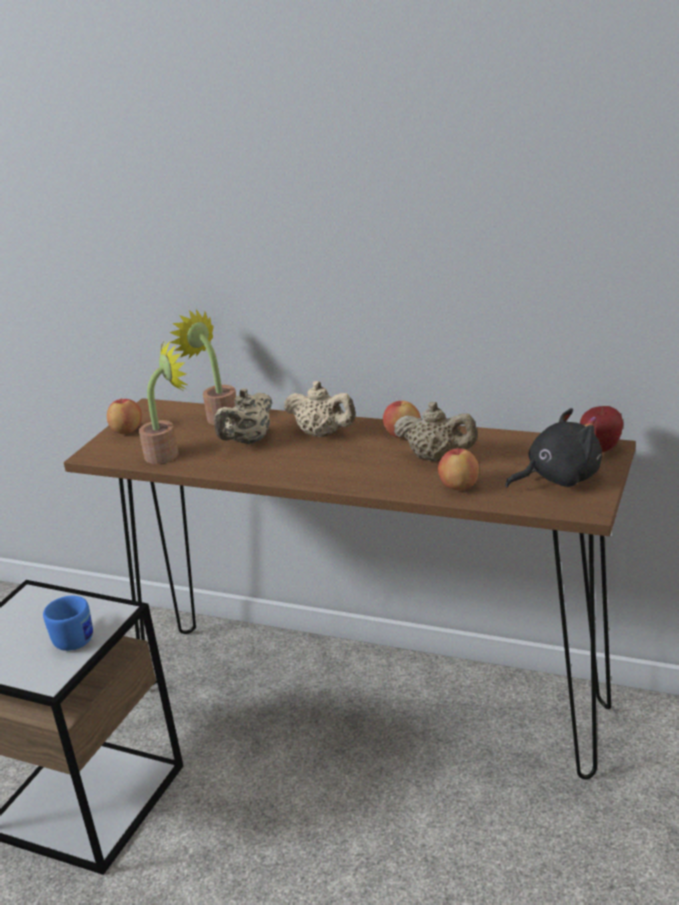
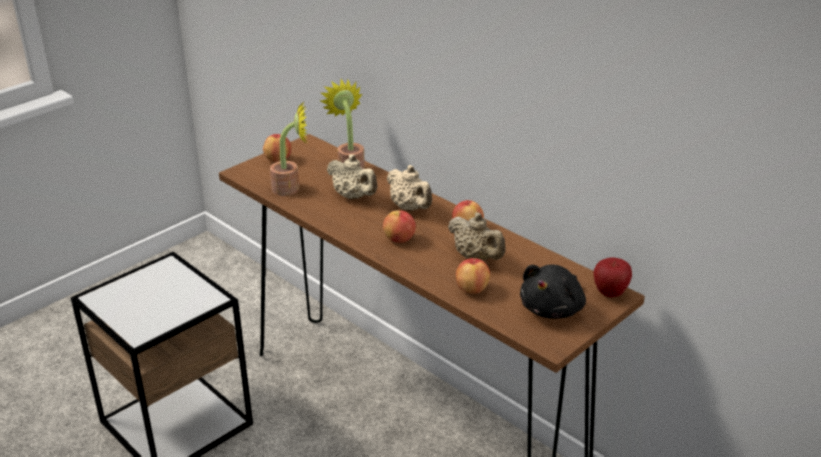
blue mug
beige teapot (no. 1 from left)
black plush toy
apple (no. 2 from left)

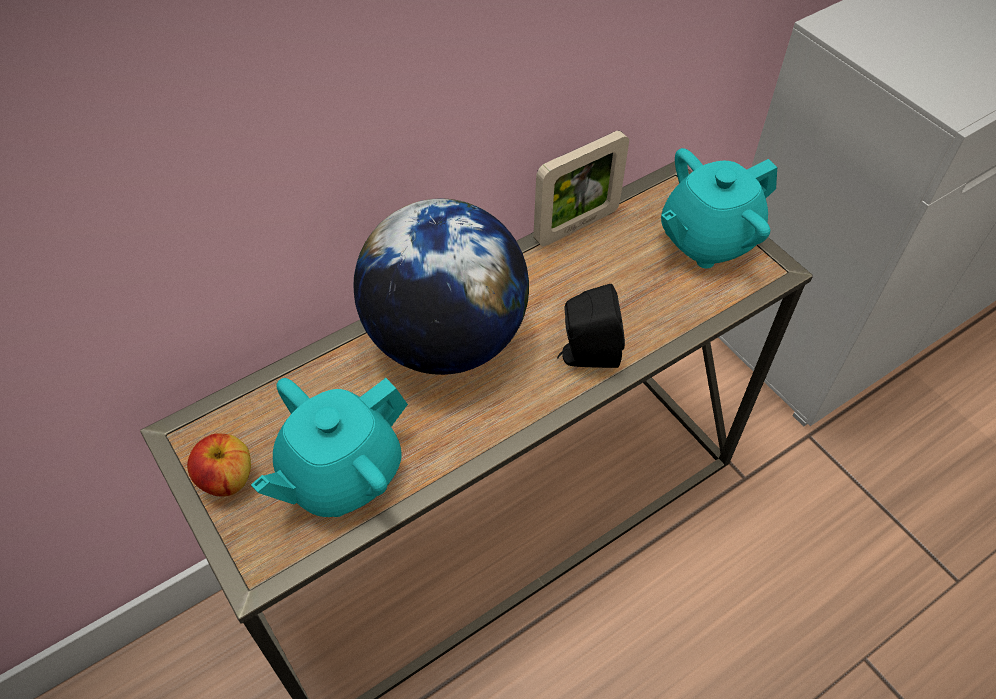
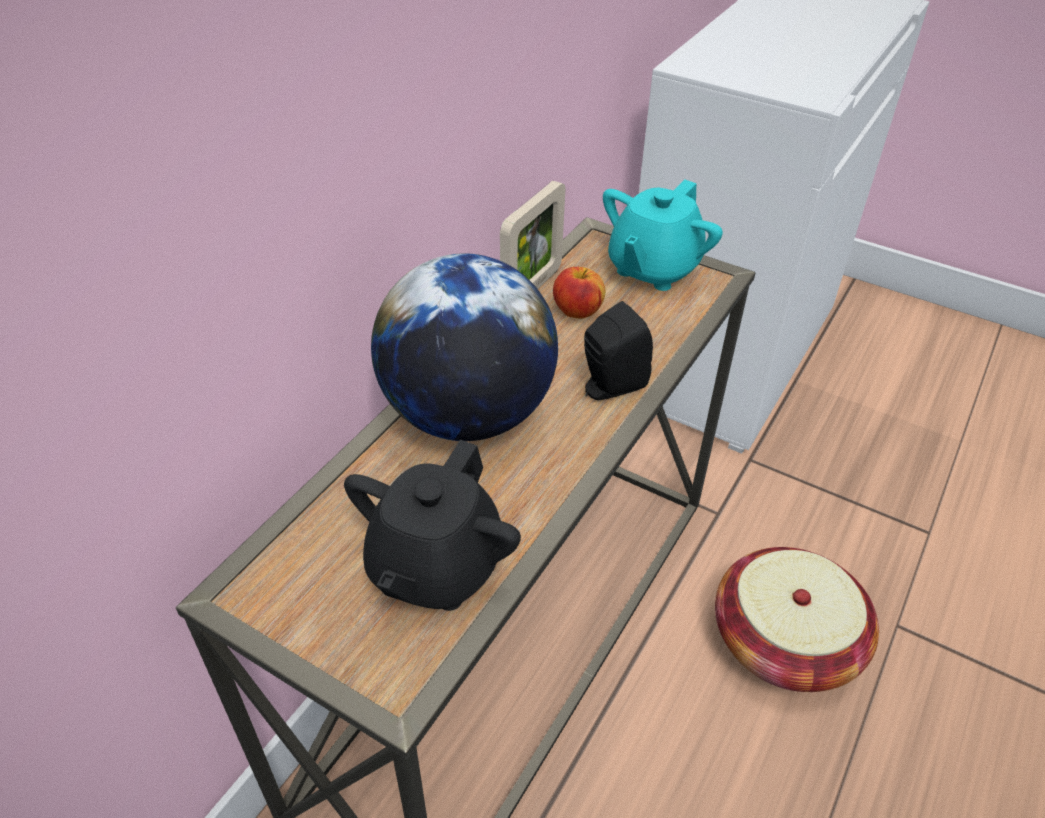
apple
black teapot
basket

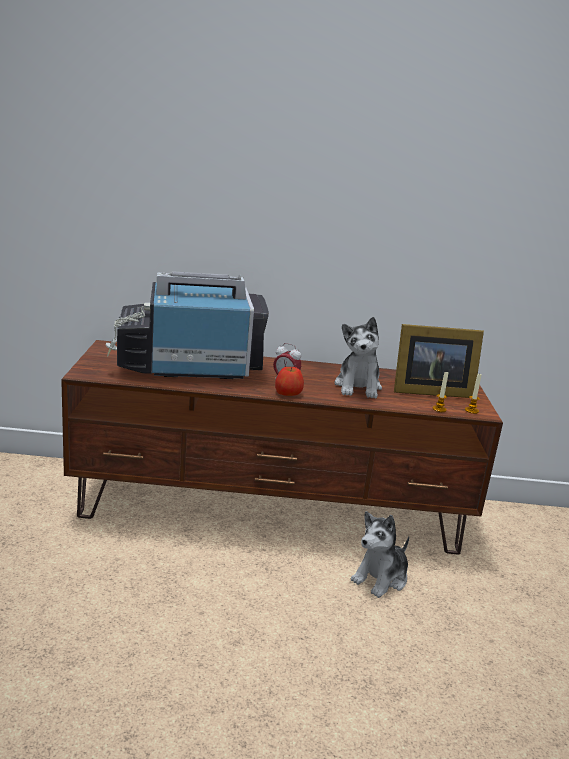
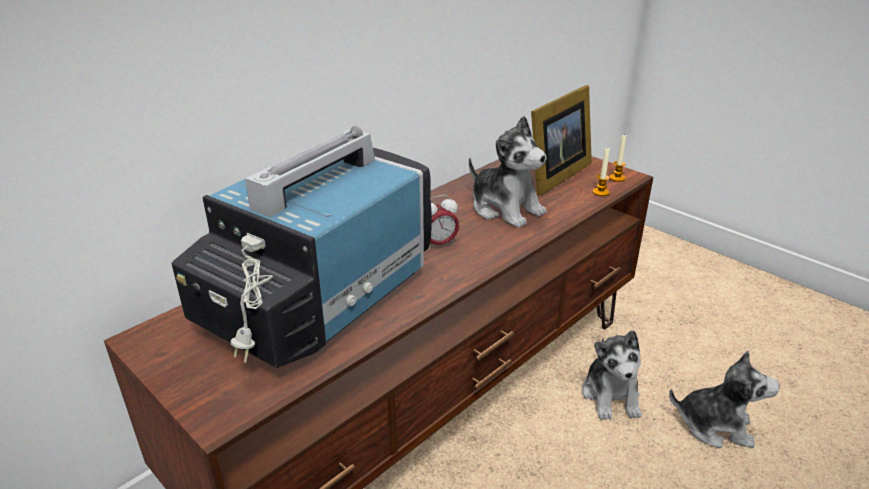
apple
plush toy (no. 3 from left)

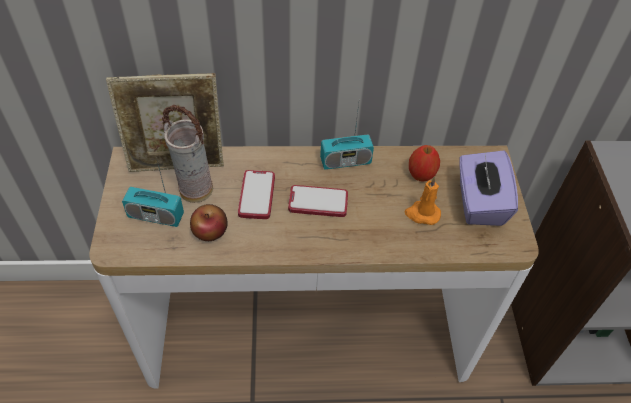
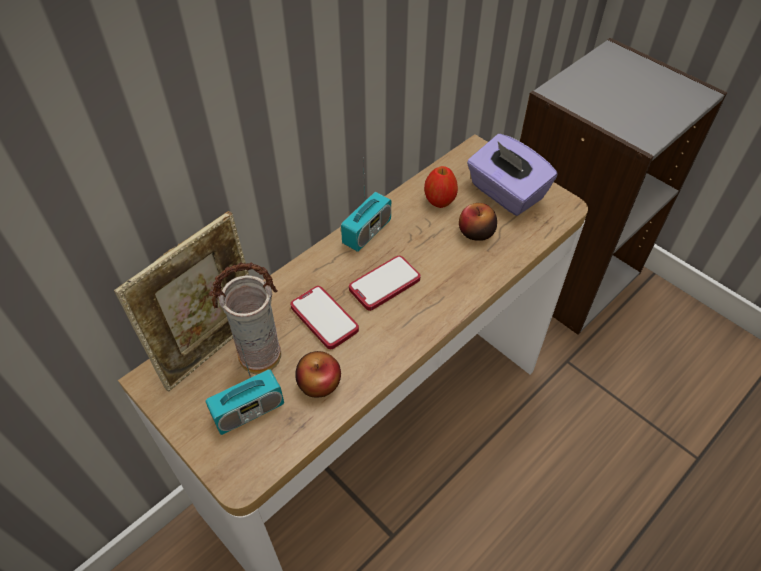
apple (no. 3 from left)

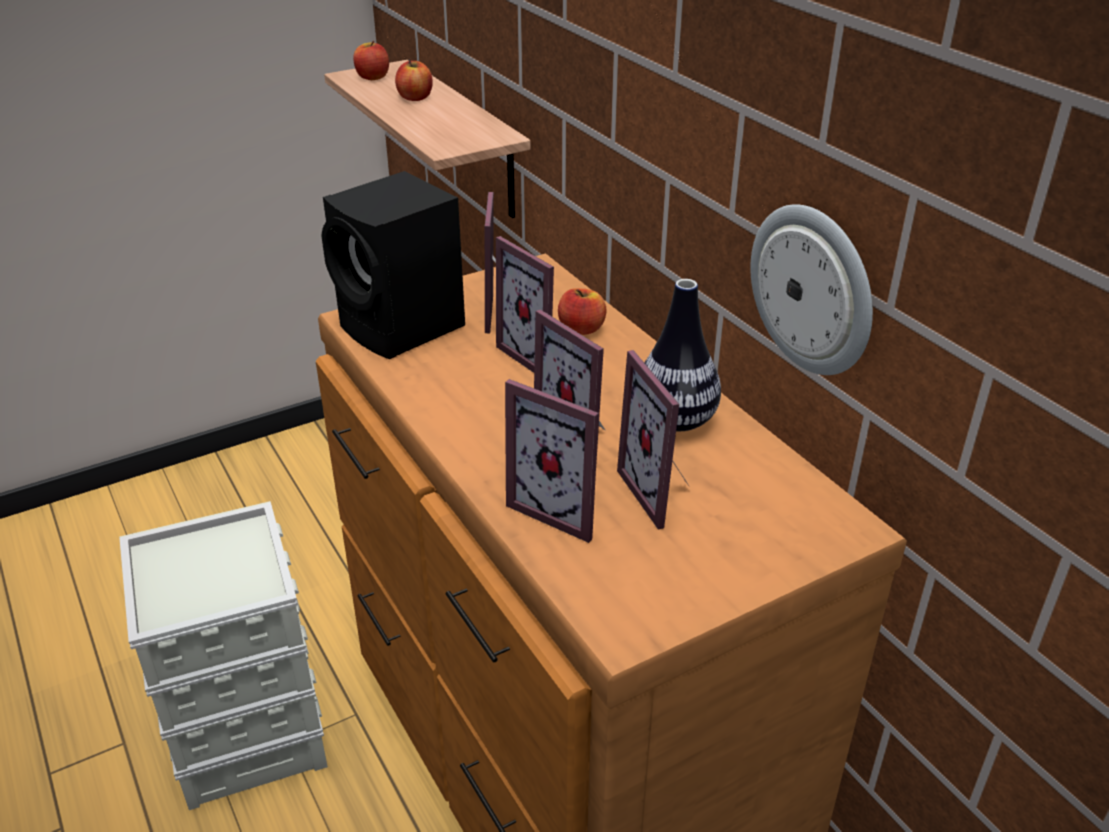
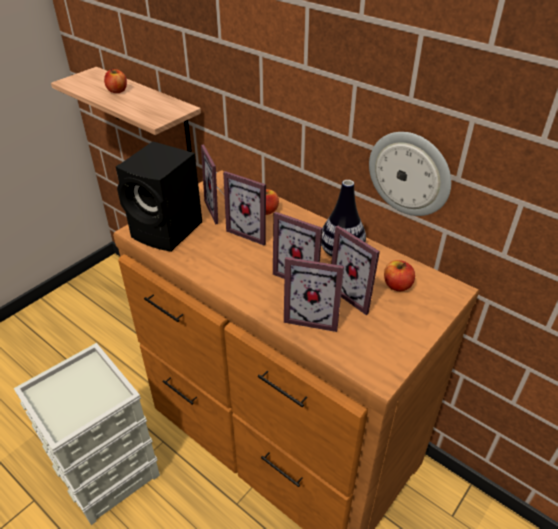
apple (no. 3 from left)

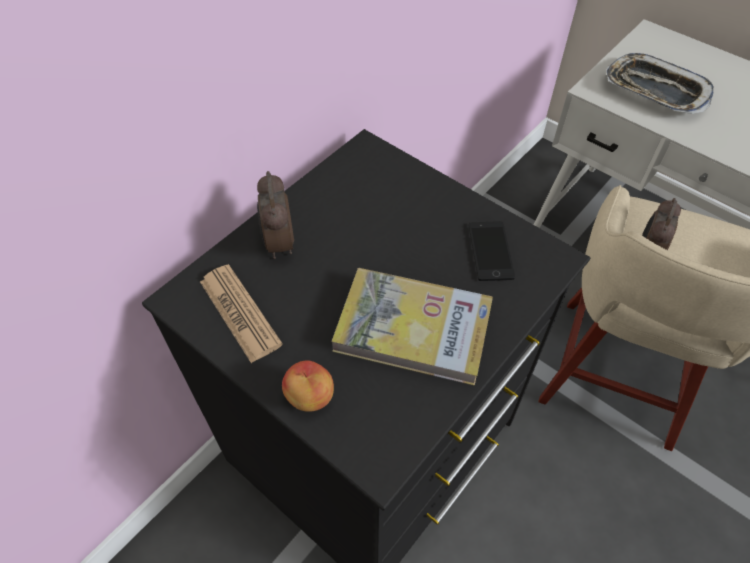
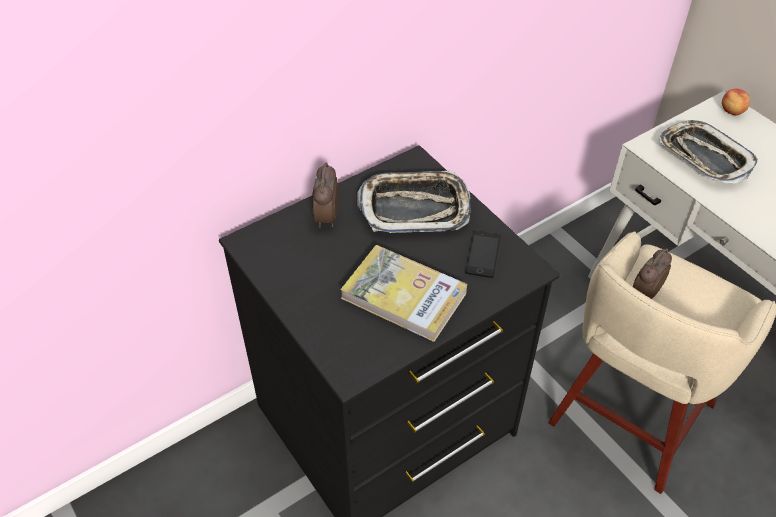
newspaper
apple
tray (no. 1 from left)

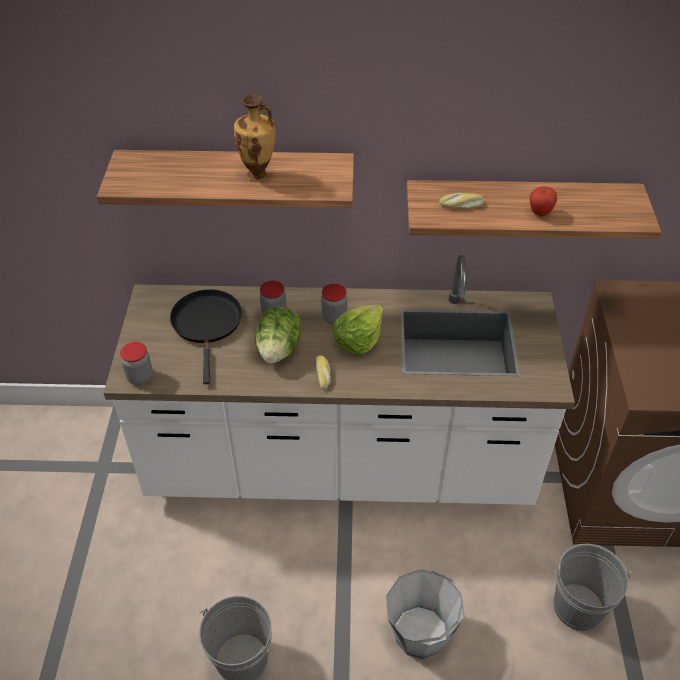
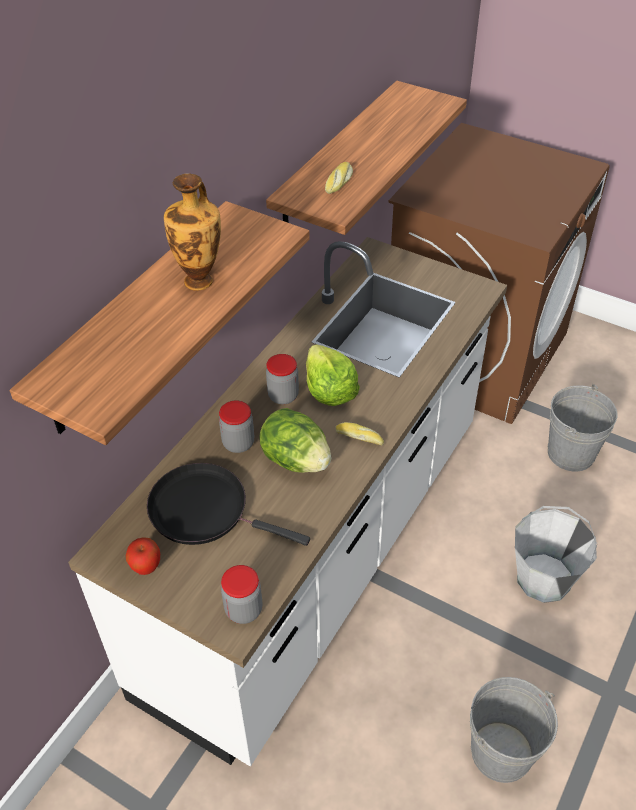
apple

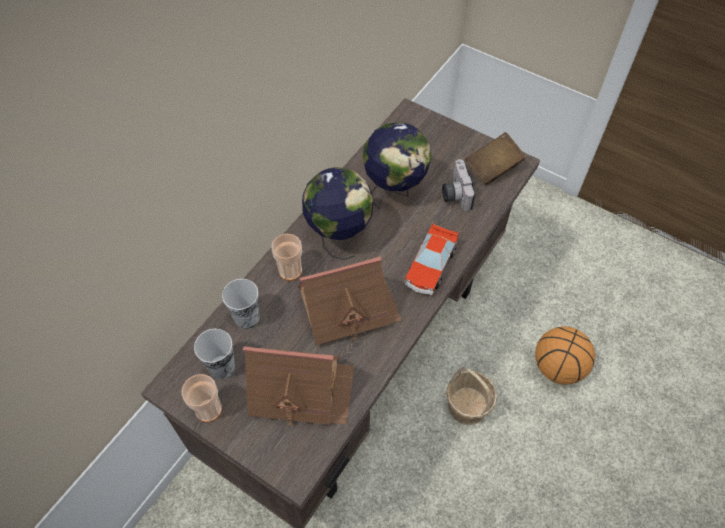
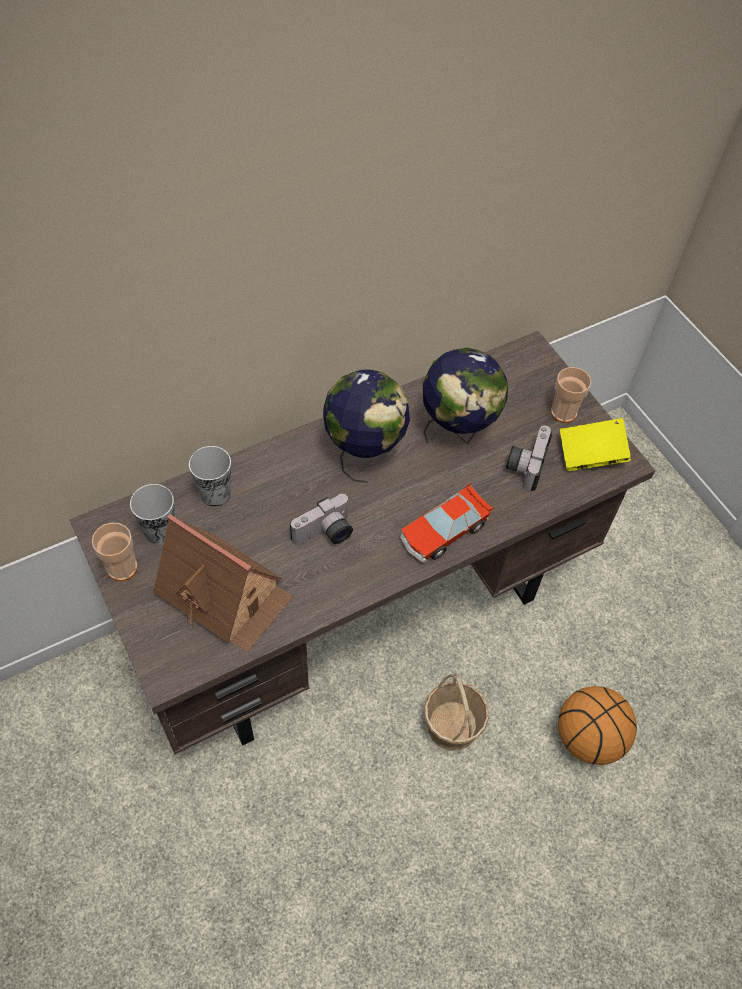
cup (no. 4 from left)
photo camera (no. 1 from left)
yellow book

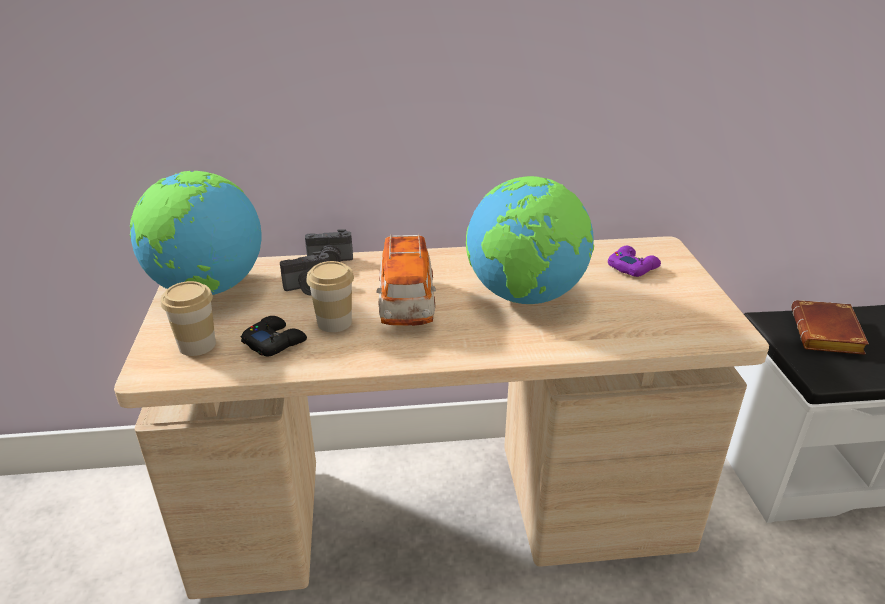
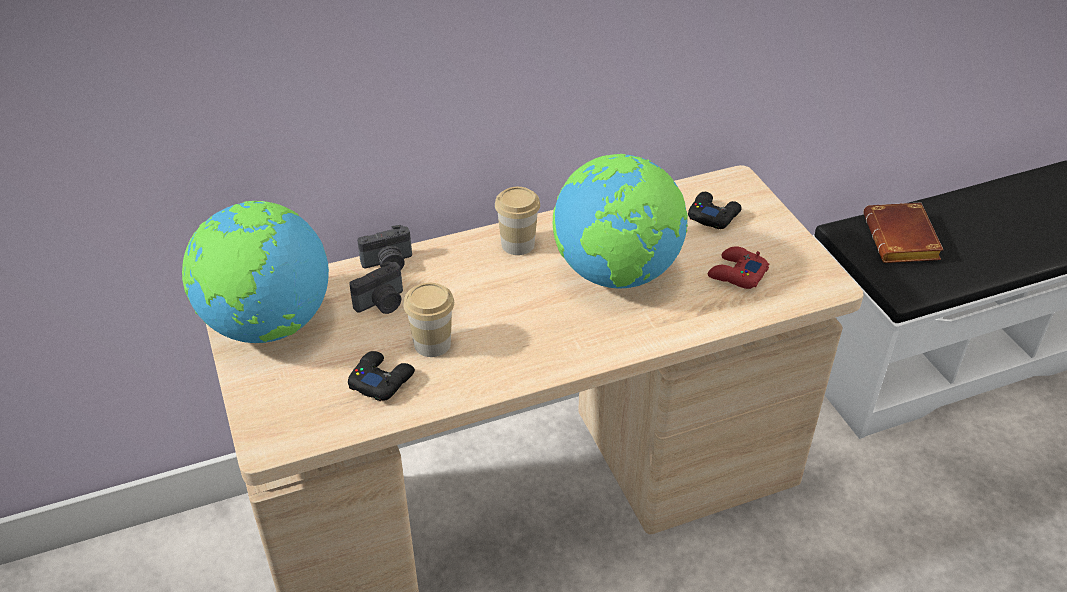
cup (no. 2 from left)
toy car
black game controller (no. 2 from left)
red game controller

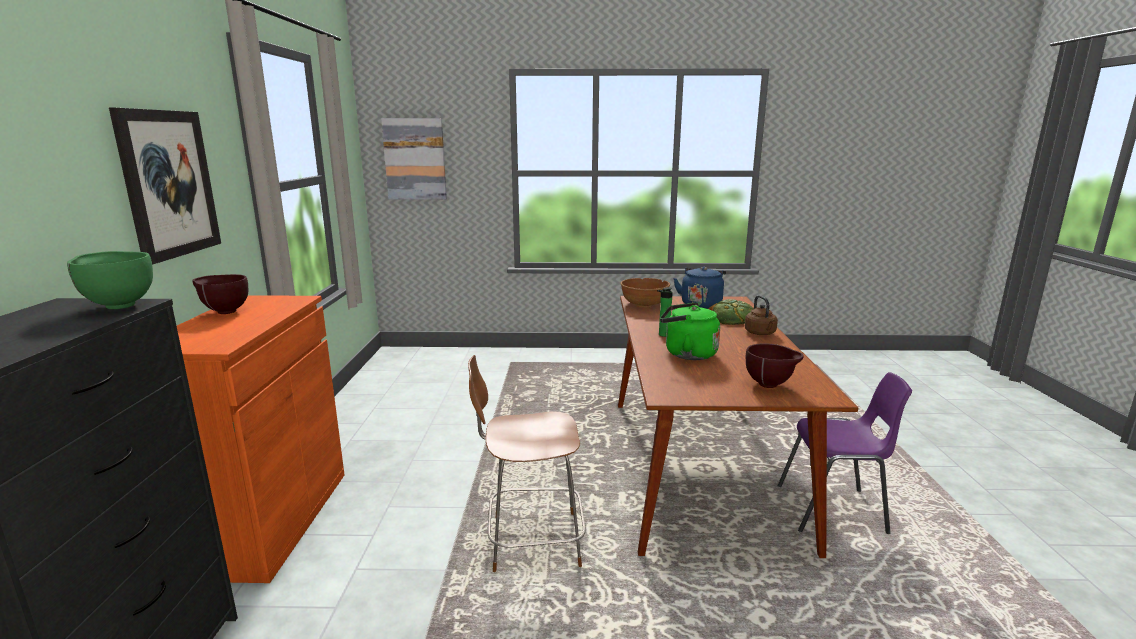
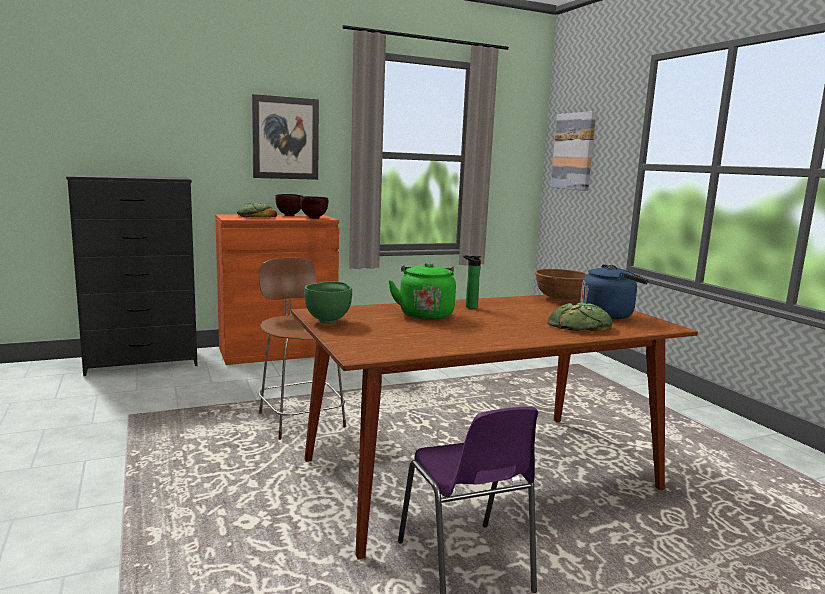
green bowl
brown kettle
brown bowl (no. 2 from left)
bread (no. 1 from left)

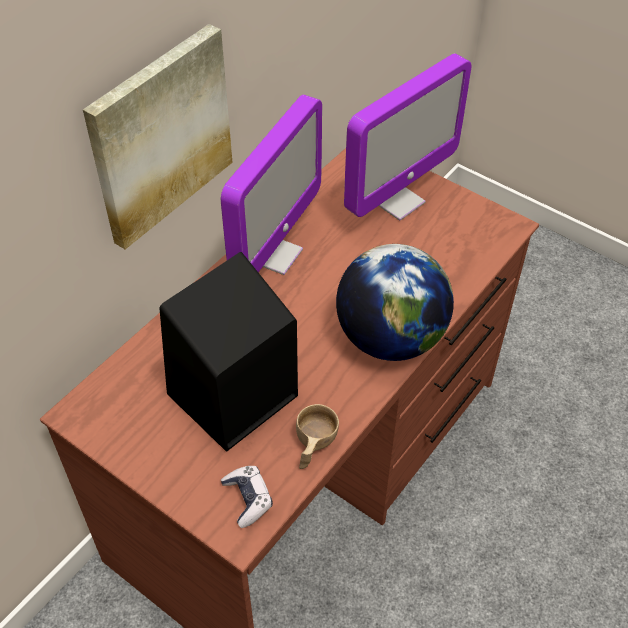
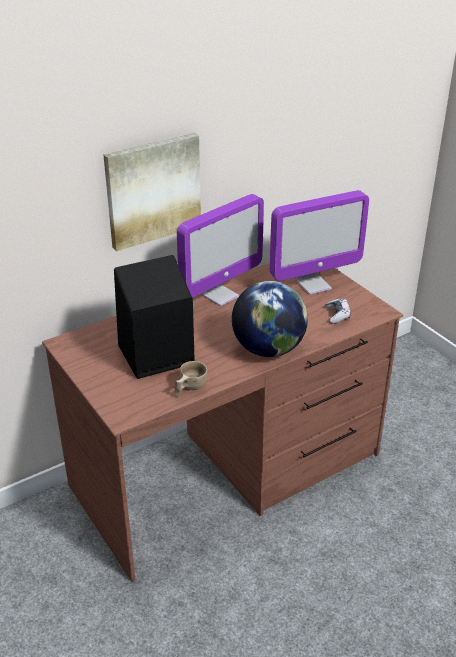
game controller

